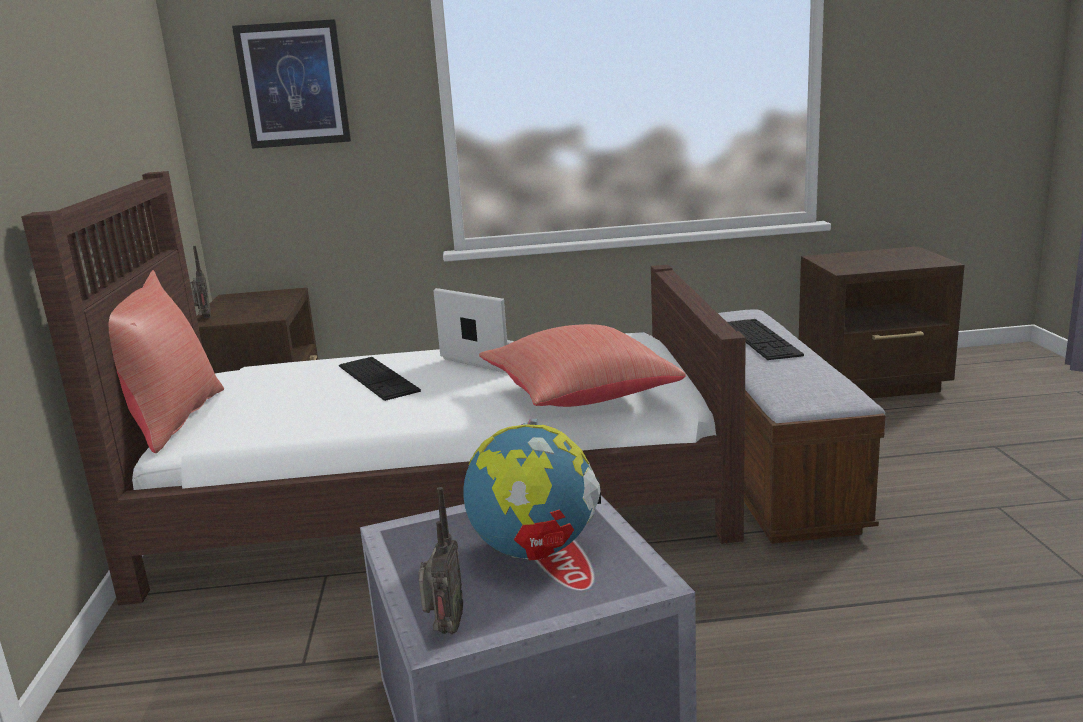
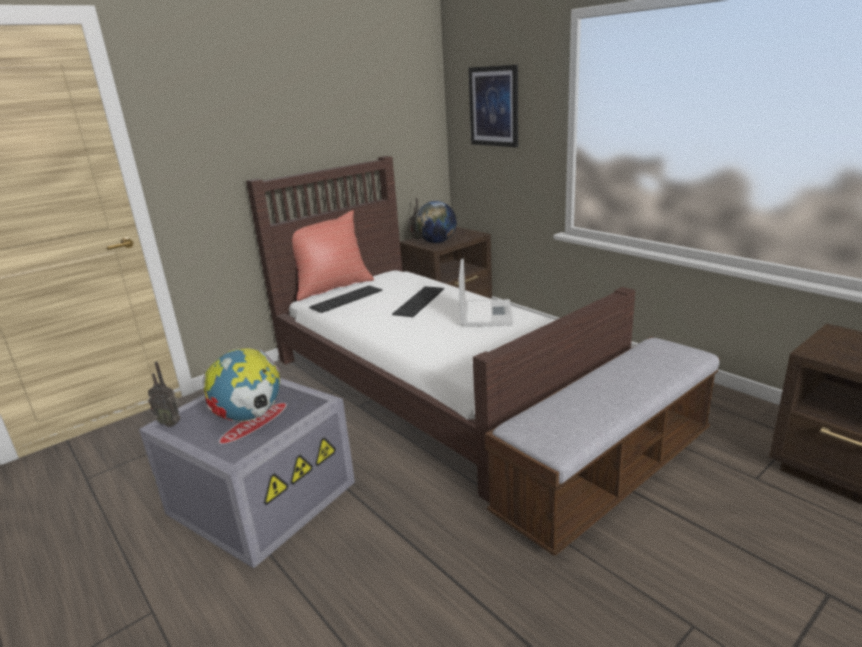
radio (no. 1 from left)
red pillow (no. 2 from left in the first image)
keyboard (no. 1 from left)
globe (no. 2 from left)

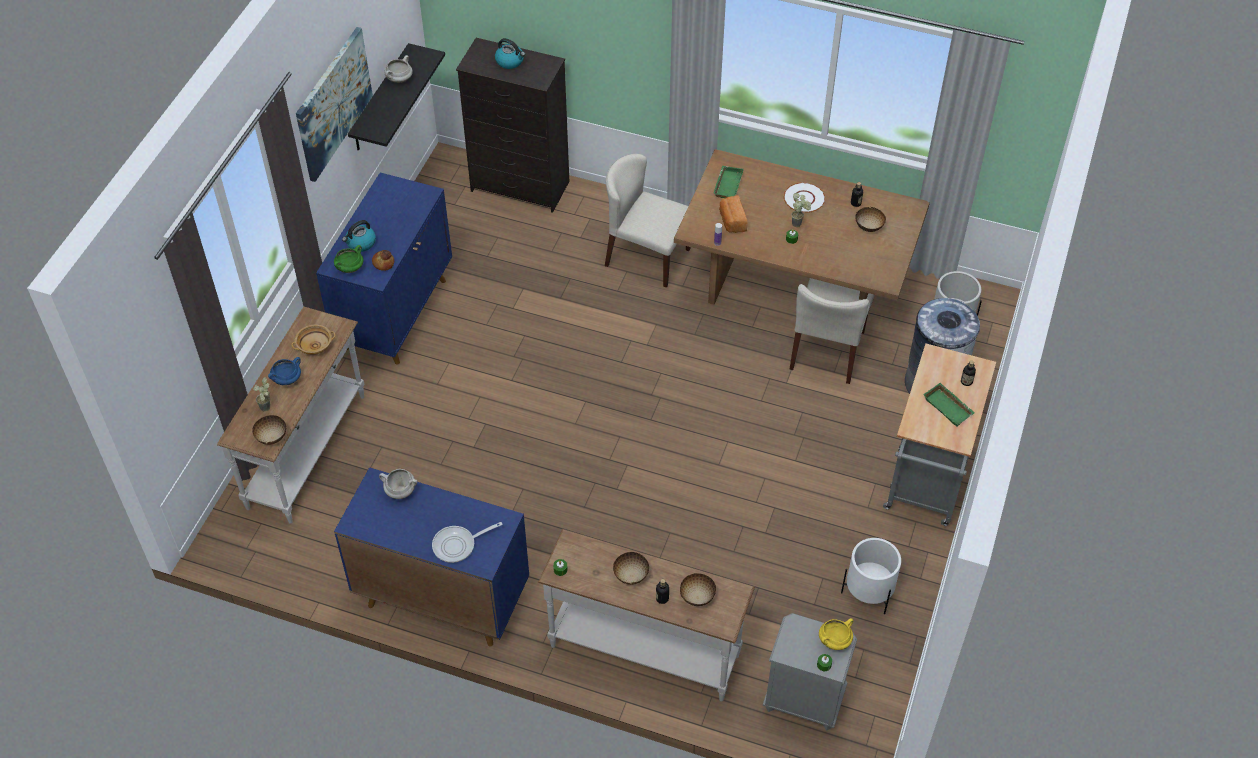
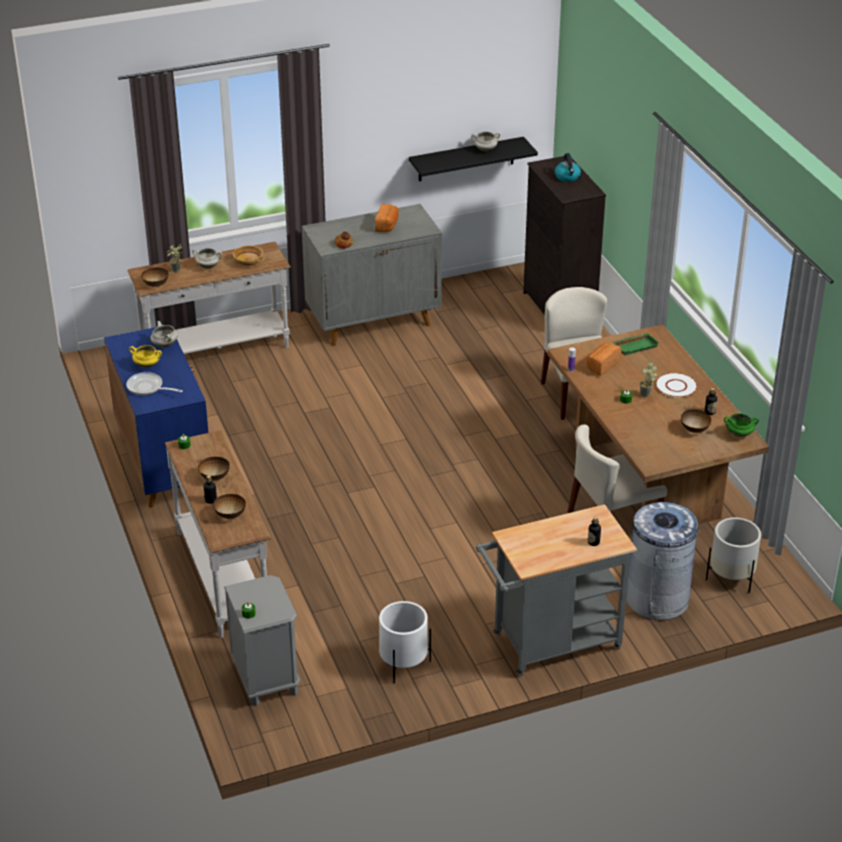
white cooking pot (no. 2 from left)
picture
grey cabinet
green cooking pot
kettle (no. 1 from left in the first image)
yellow cooking pot
green tray (no. 2 from left in the first image)
bread (no. 2 from left)

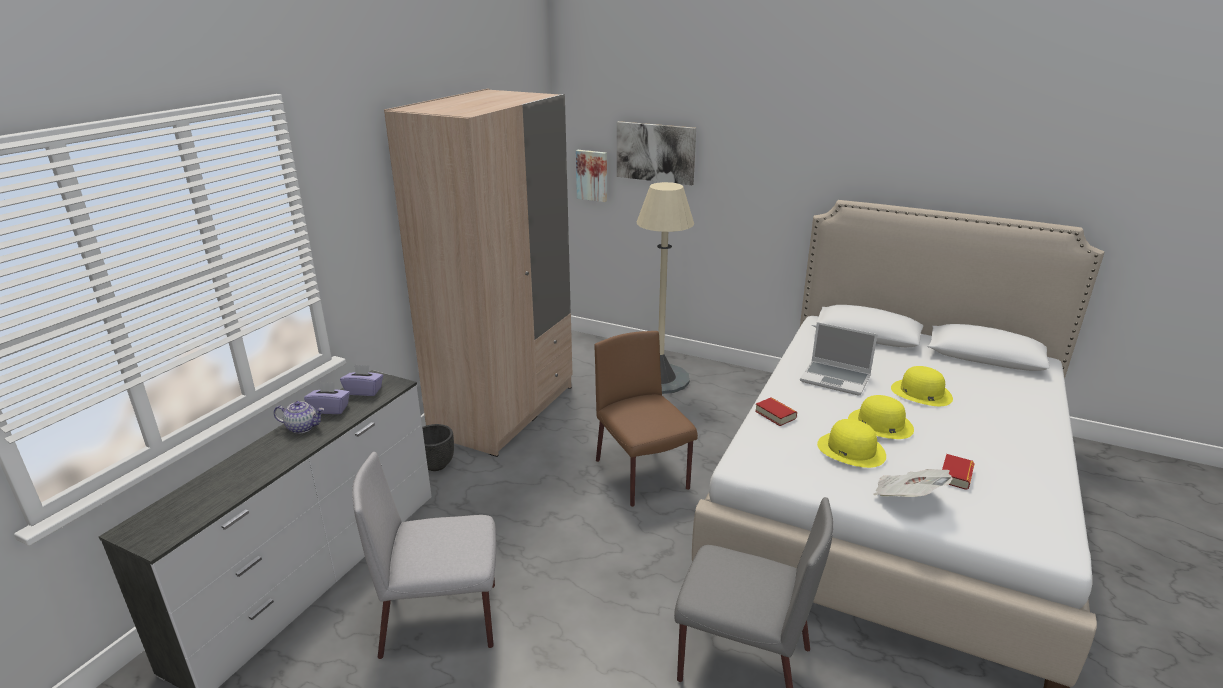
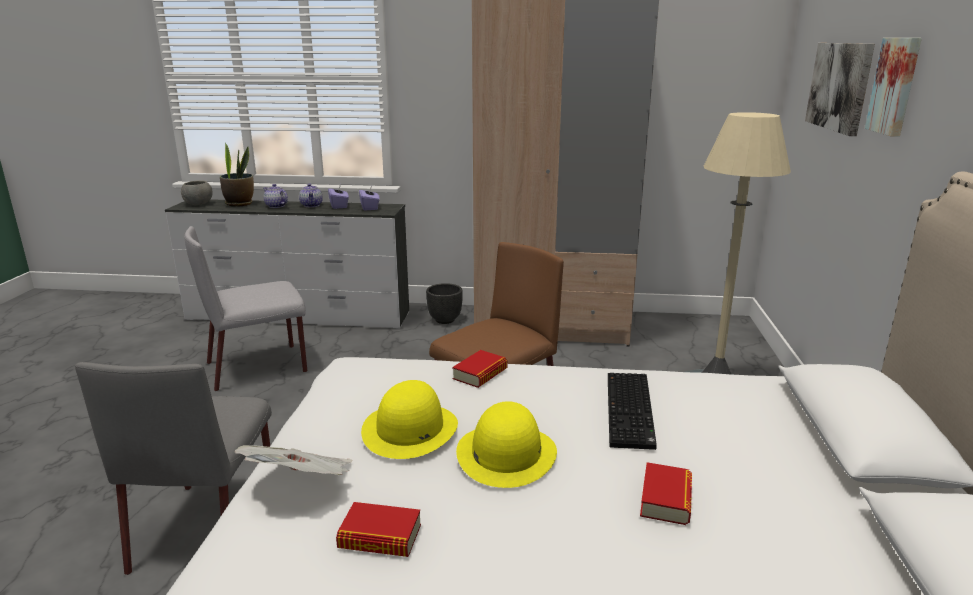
grey chair (no. 2 from left)
picture (no. 2 from left)
keyboard
book (no. 3 from left)
grey bowl
potted plant
teapot (no. 1 from left)

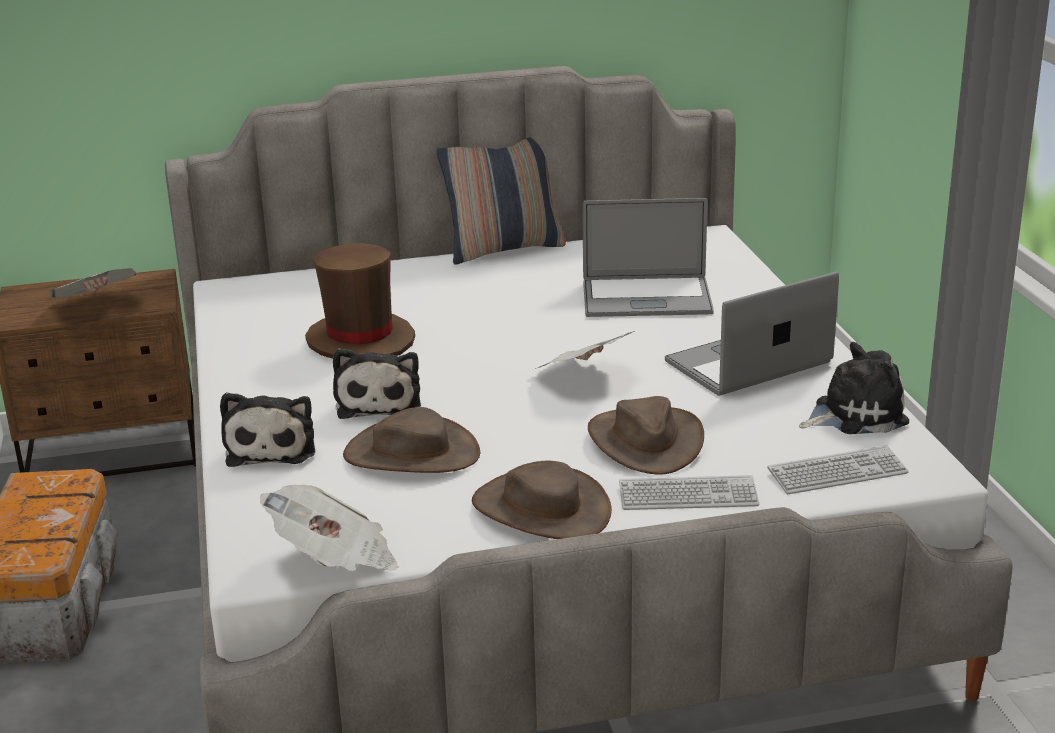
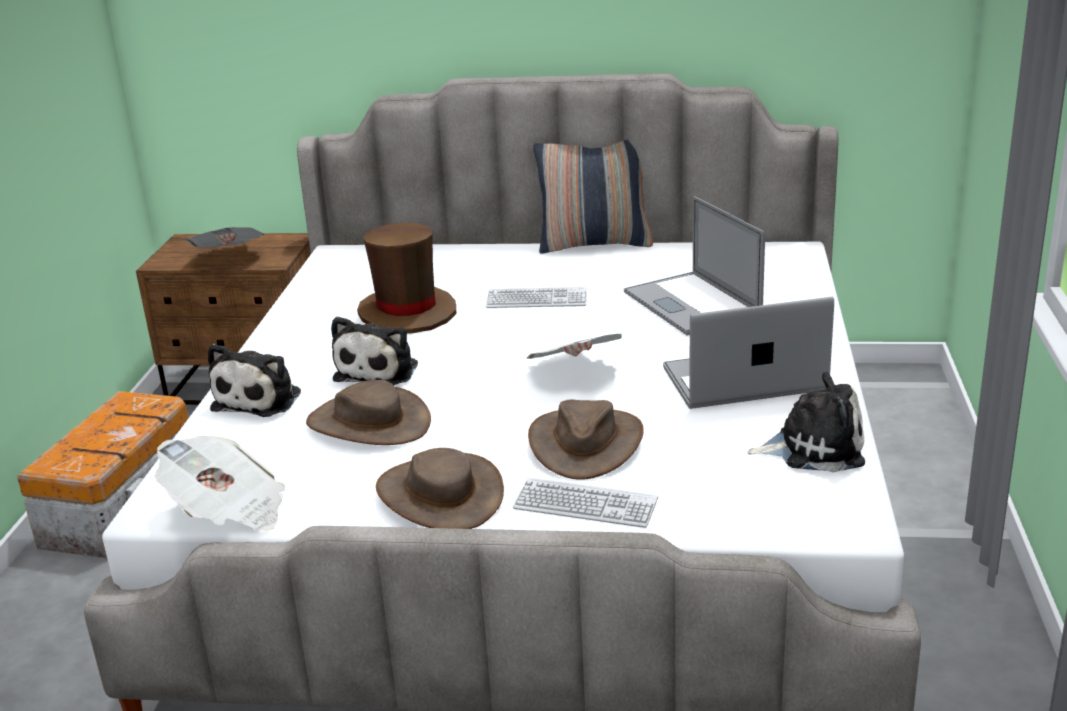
laptop (no. 1 from left)
keyboard (no. 1 from left)

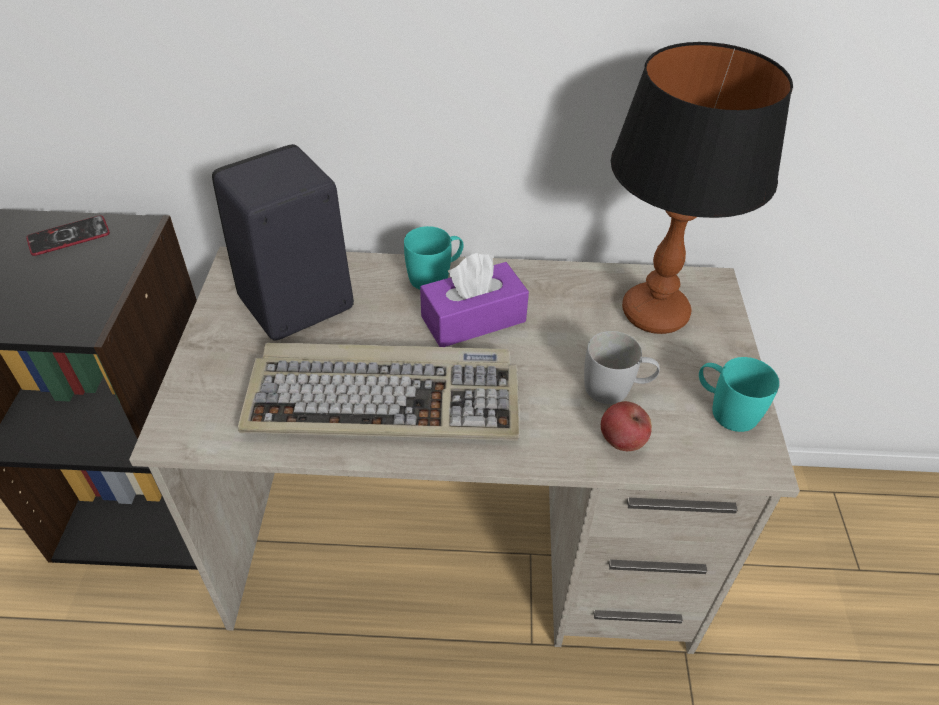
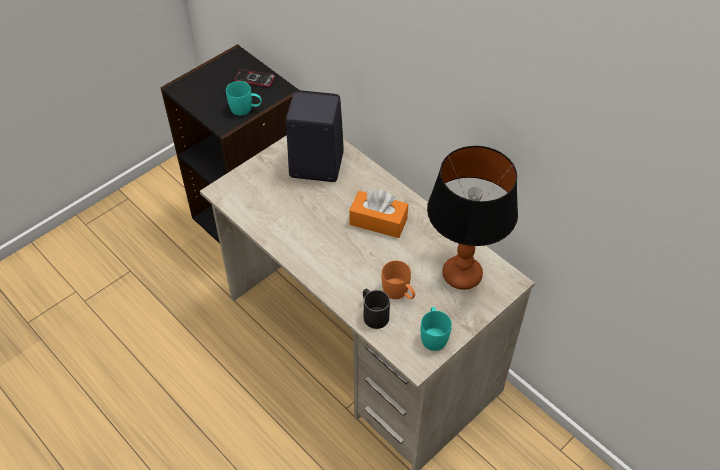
keyboard
turquoise mug (no. 1 from left)
orange tissue box
orange mug
black mug

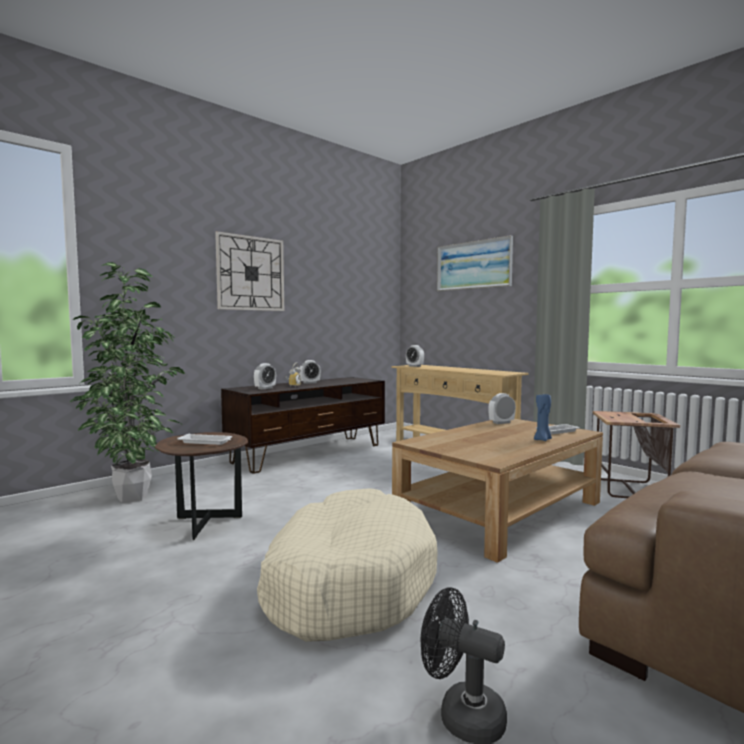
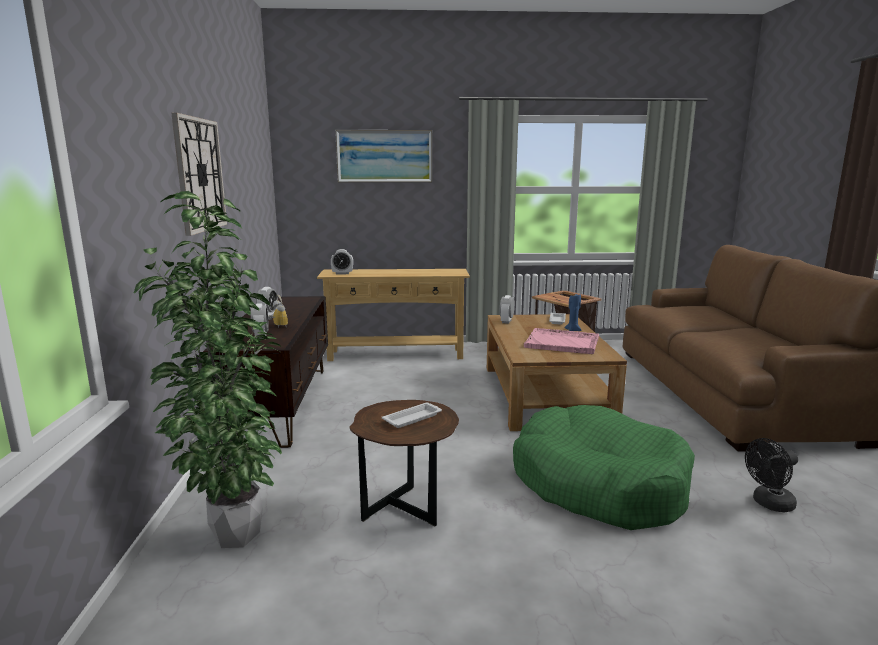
green dog bed
pink tray

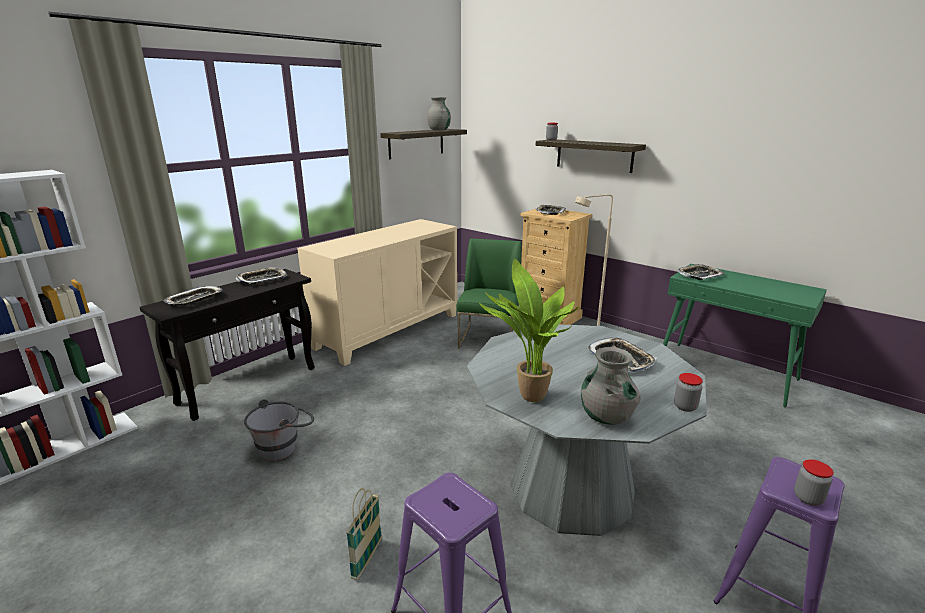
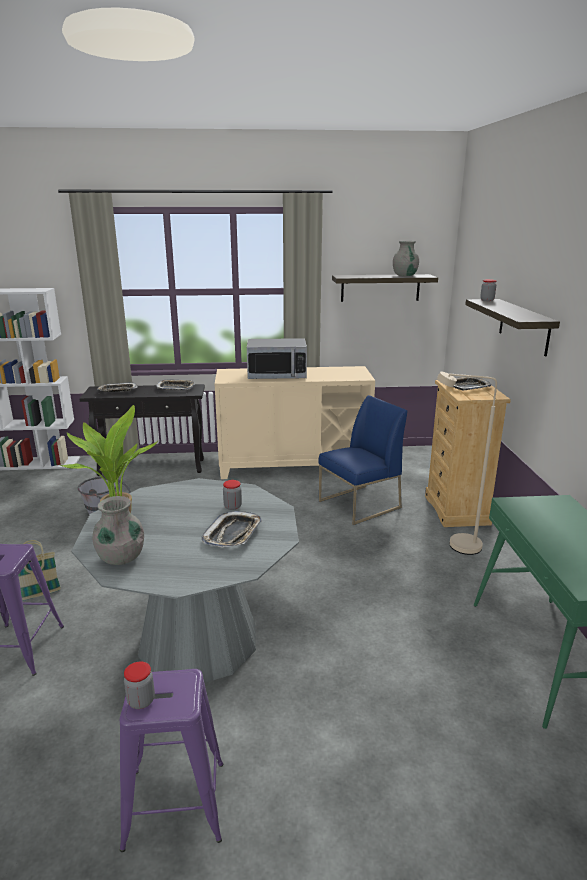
blue chair
jar (no. 2 from left)
tray (no. 5 from left in the first image)
microwave

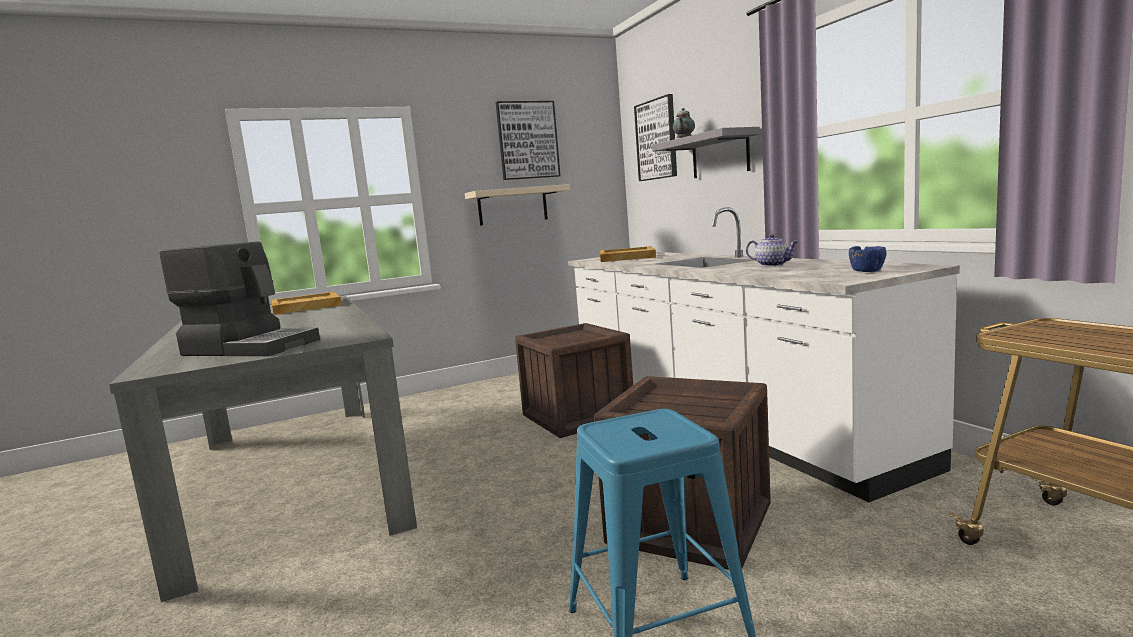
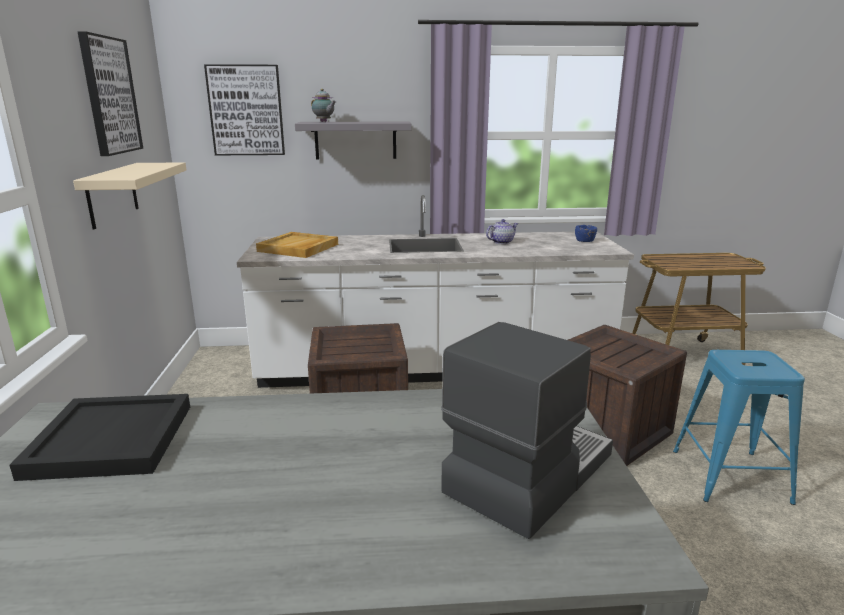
black tray

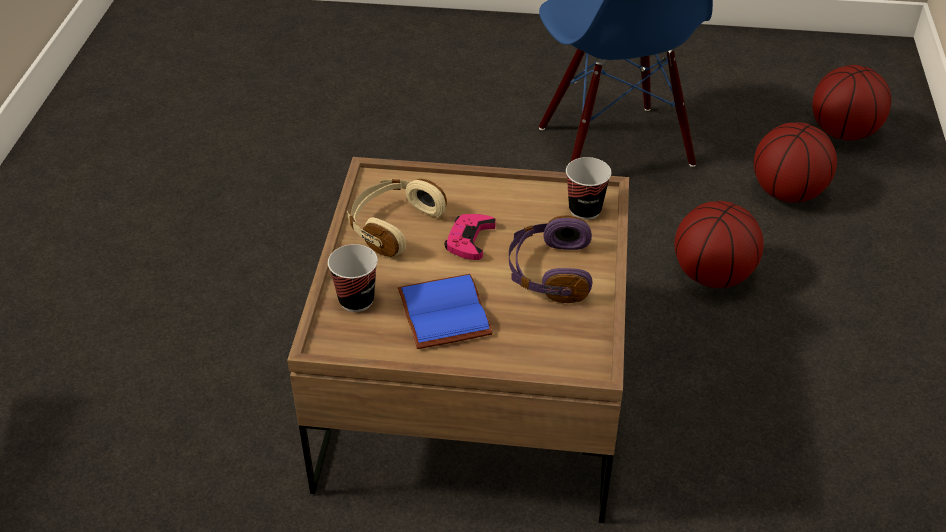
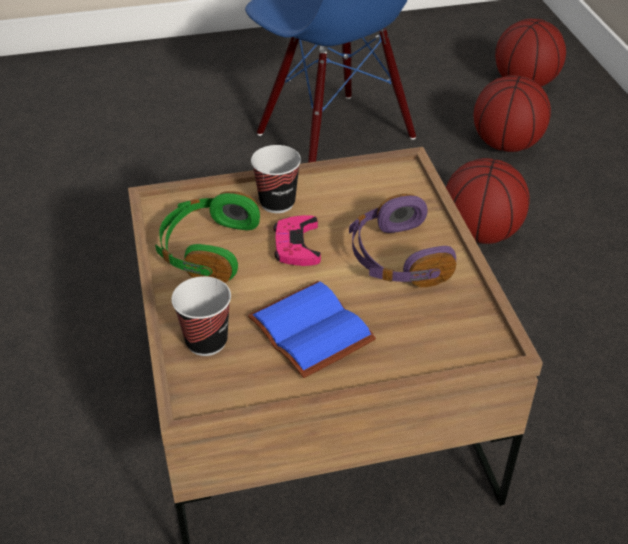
green headphones
cup (no. 2 from left)

